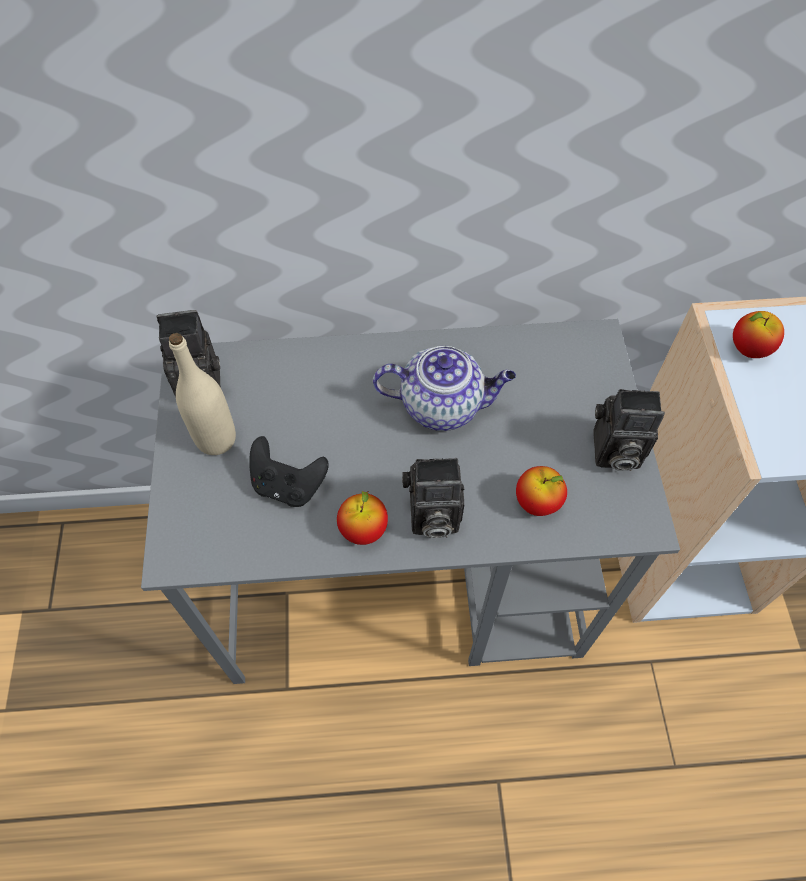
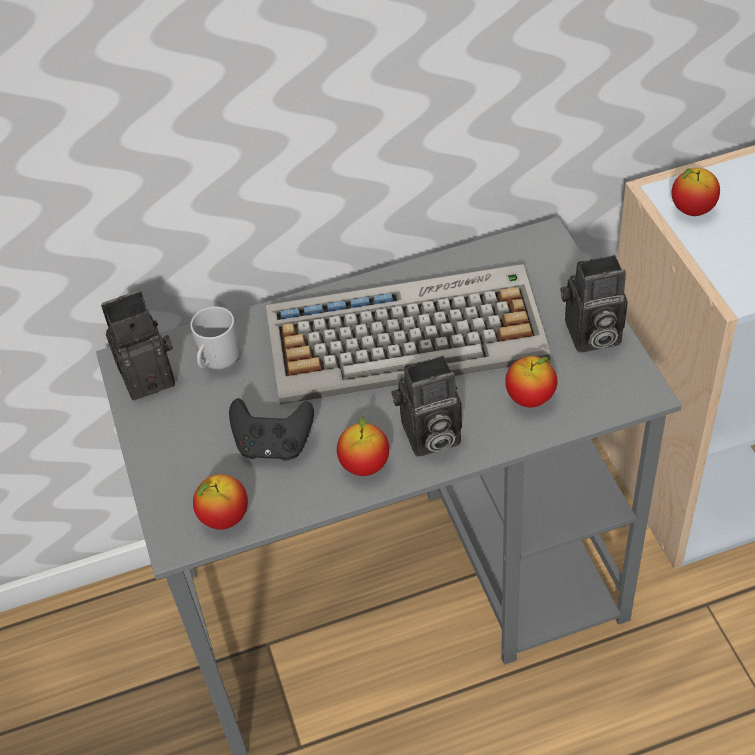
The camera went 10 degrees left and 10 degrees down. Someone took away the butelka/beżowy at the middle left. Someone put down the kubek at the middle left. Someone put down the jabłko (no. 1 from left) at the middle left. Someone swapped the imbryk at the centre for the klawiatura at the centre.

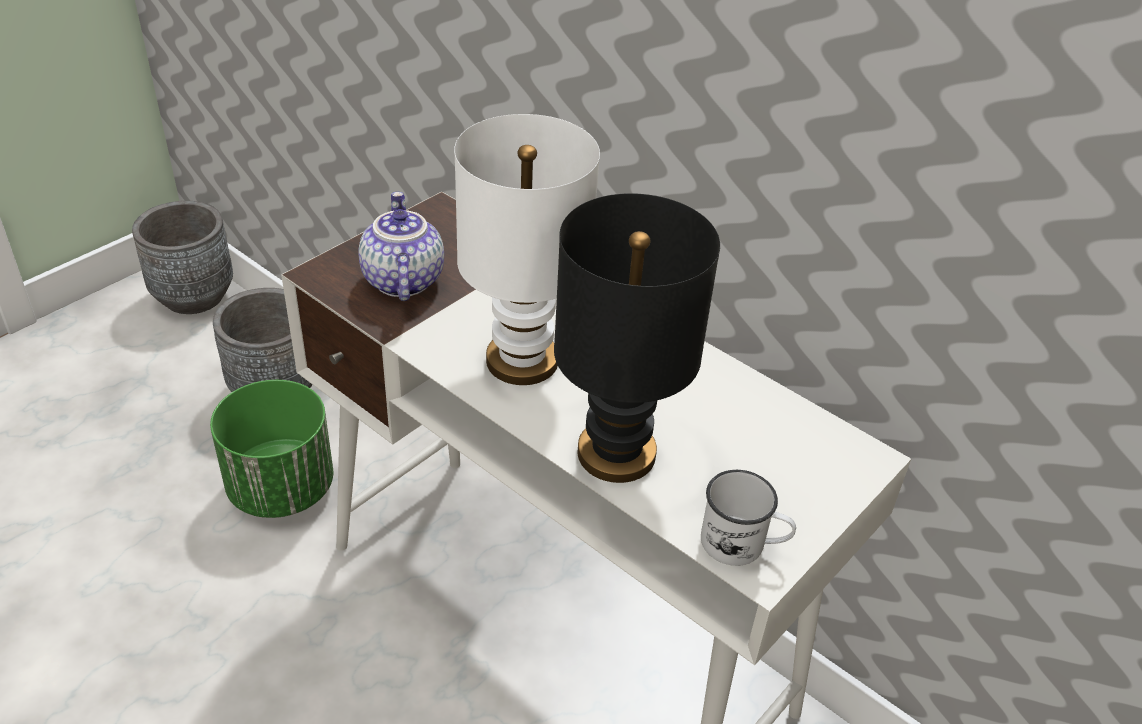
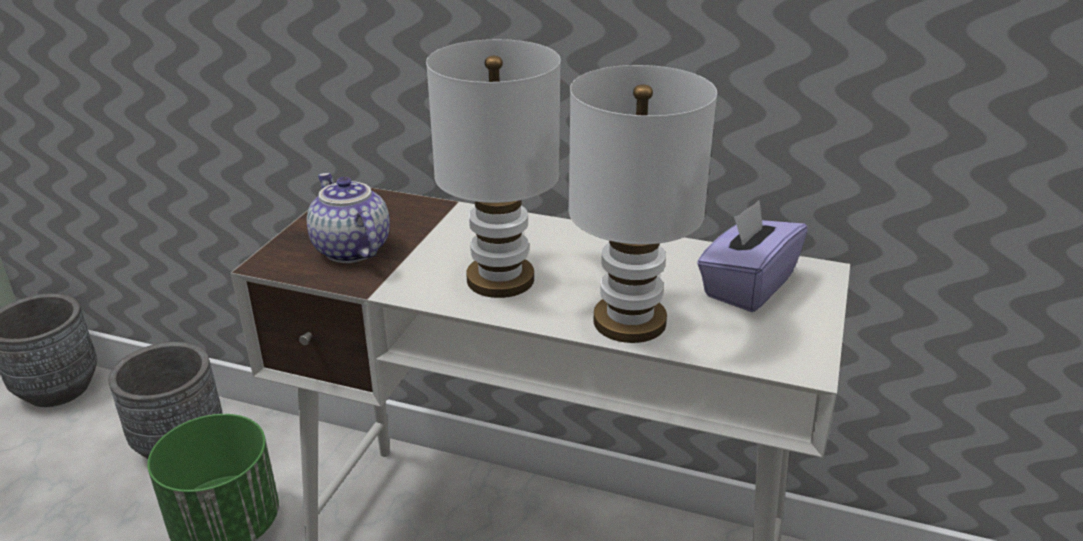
The camera went 20 degrees left and 10 degrees down. Someone took away the kubek/biały at the bottom centre. Someone put down the pudełko chusteczek/fioletowy at the middle right. Someone repainted the lampa stołowa/czarny at the centre, which became the lampa stołowa/biały (no. 2 from left) at the centre.

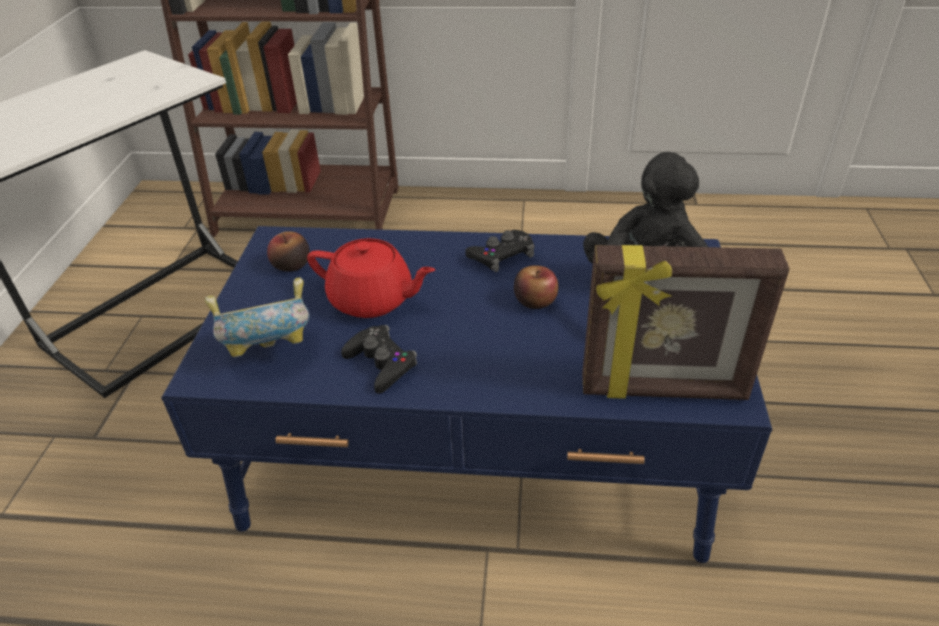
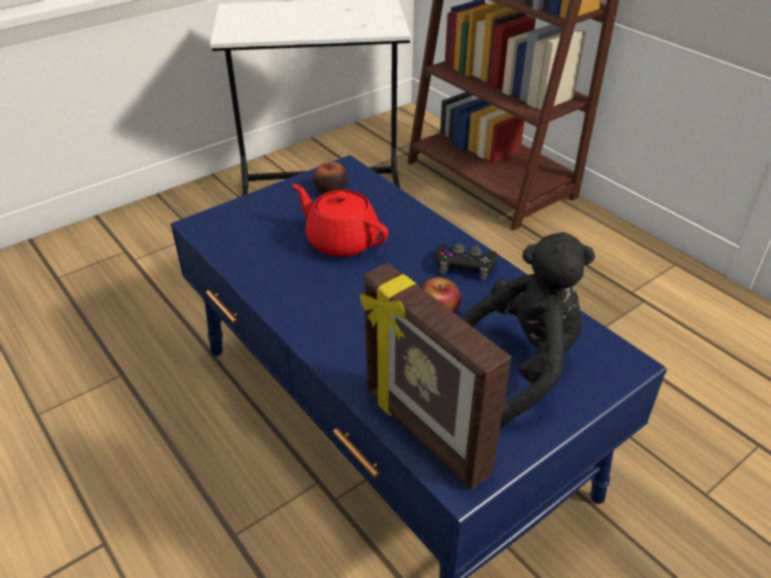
The camera went 45 degrees right and 0 degrees up. Someone took away the miska at the middle left. Someone took away the pad do gier/czarny (no. 1 from left) at the centre. Someone rotated the imbryk/czerwony at the centre by 150 degrees clockwise.

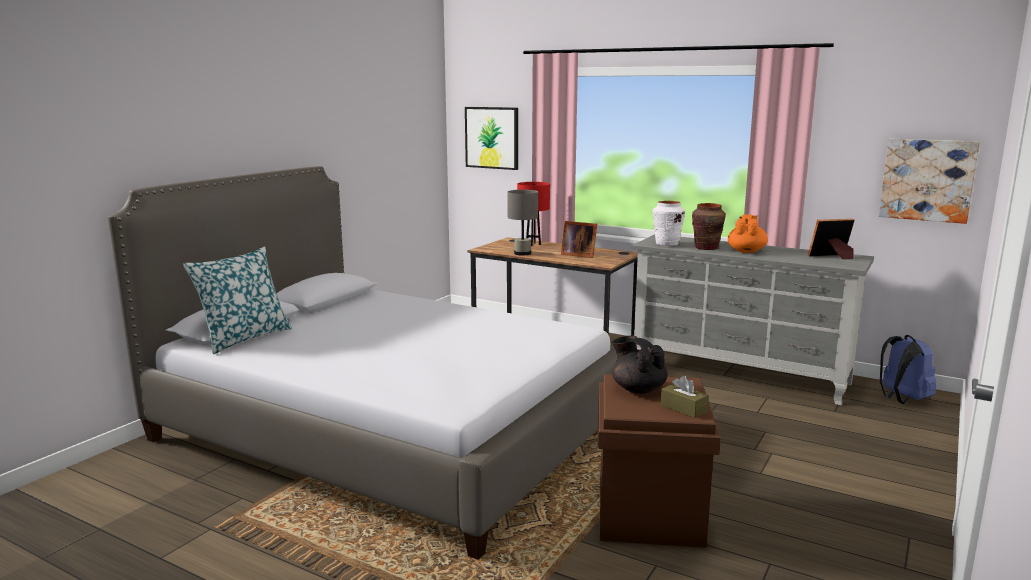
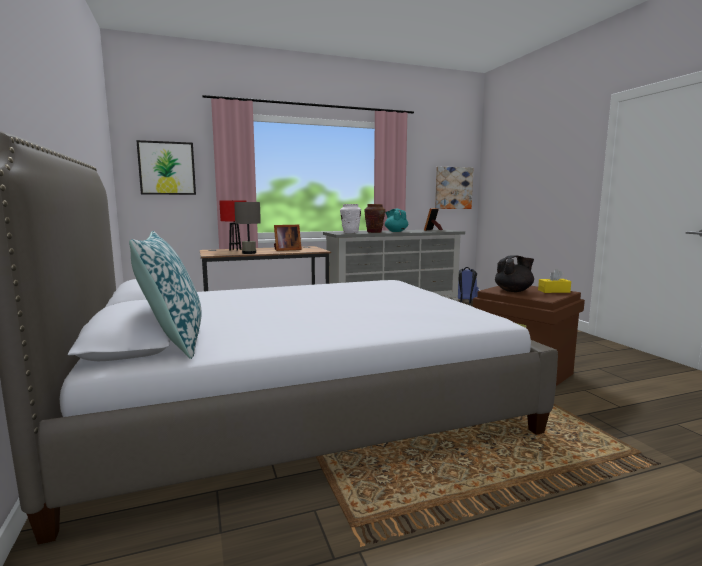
The camera went 50 degrees left and 5 degrees down. Someone repainted the pudełko chusteczek/brązowy at the bottom centre, which became the pudełko chusteczek/żółty at the middle right. Someone repainted the imbryk/pomarańczowy at the middle right, which became the imbryk/turkusowy at the centre. Someone rotated the imbryk/czarny at the centre by 150 degrees clockwise.

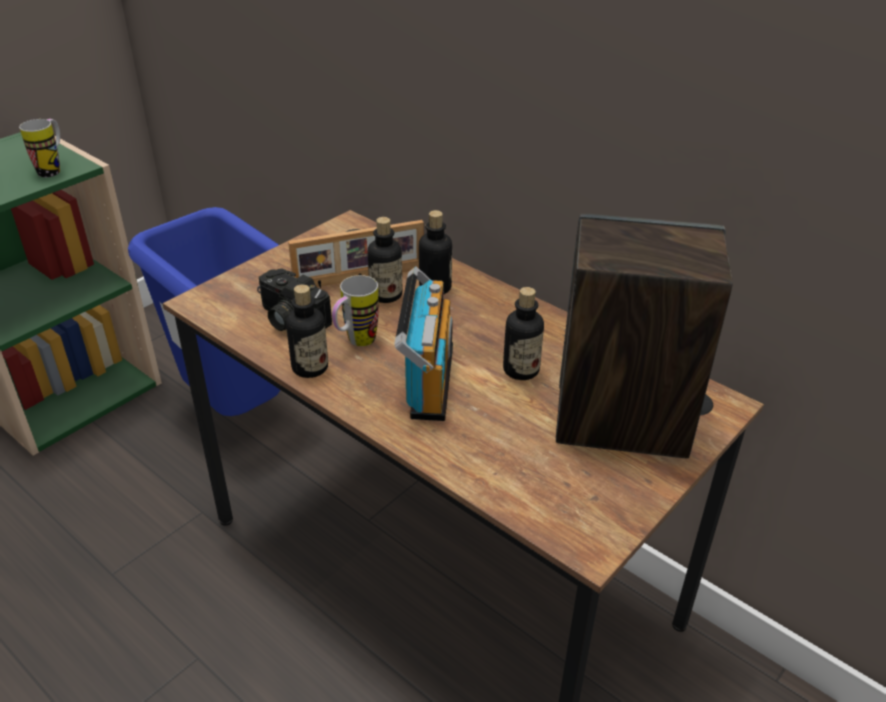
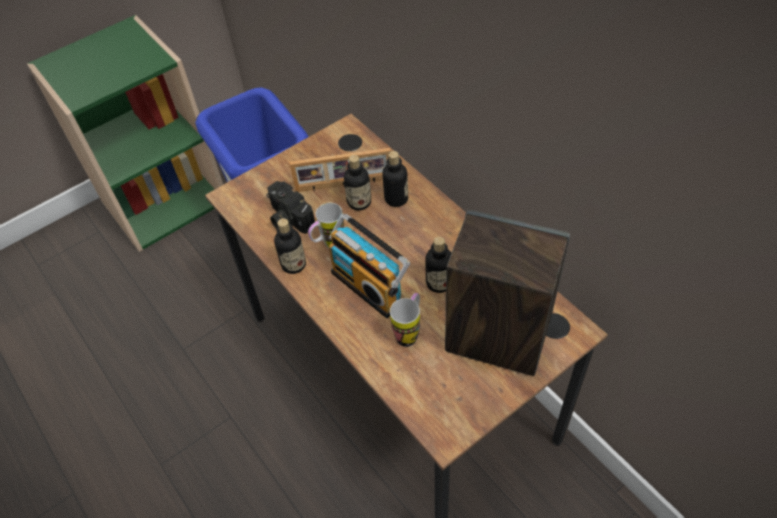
The camera went 15 degrees right and 15 degrees up. Someone carried the kubek (no. 1 from left in the first image) from the top left to the centre. Someone rotated the radio at the centre by 120 degrees clockwise.

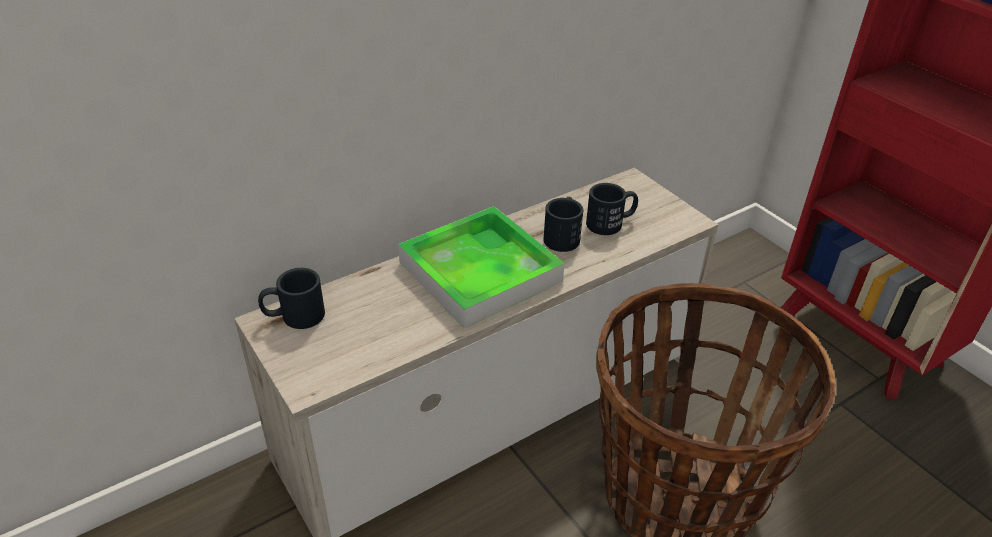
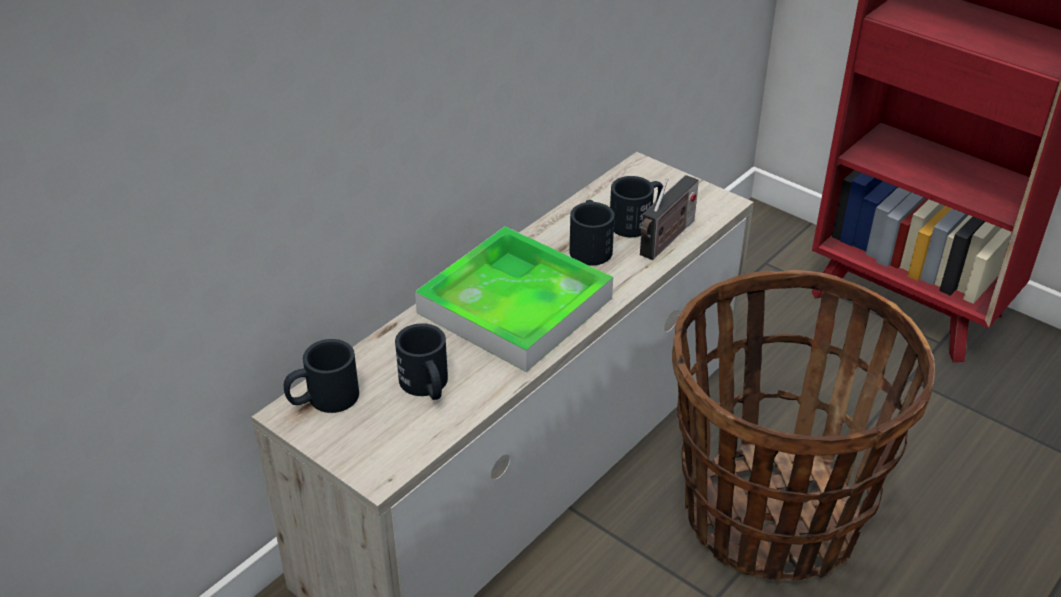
The camera went 15 degrees left and 0 degrees up. Someone put down the kubek/czarny (no. 2 from left) at the centre. Someone put down the radio at the centre.

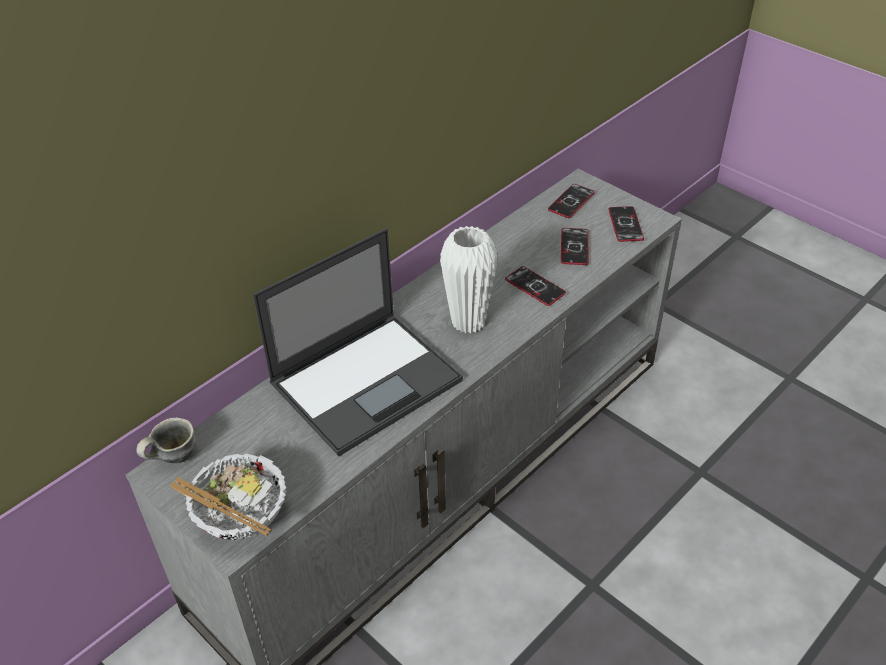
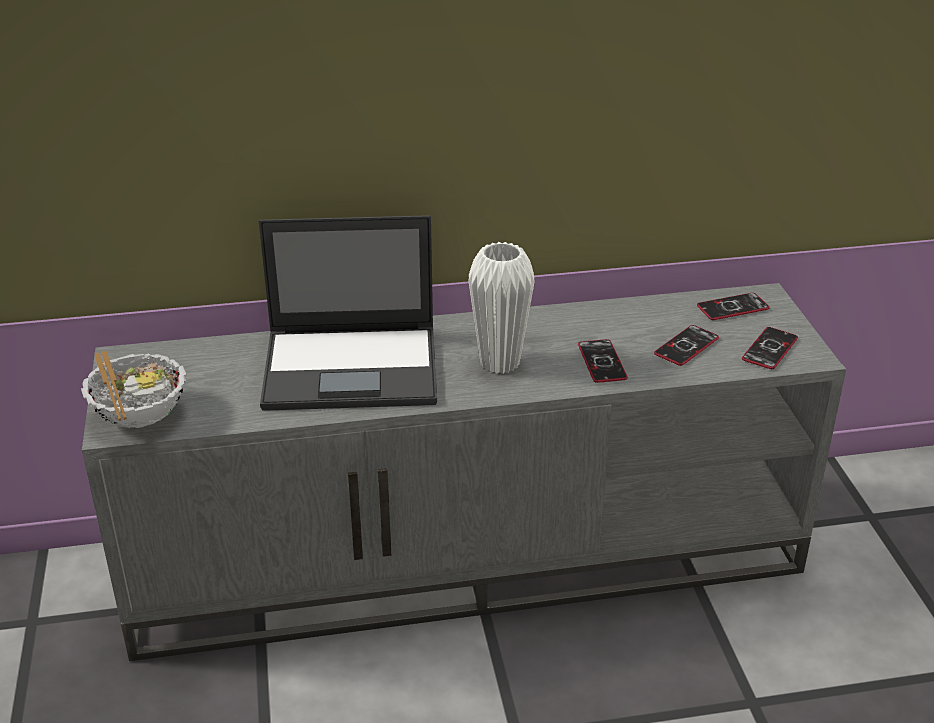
The camera went 35 degrees right and 10 degrees down. Someone took away the kubek/szary at the middle left.

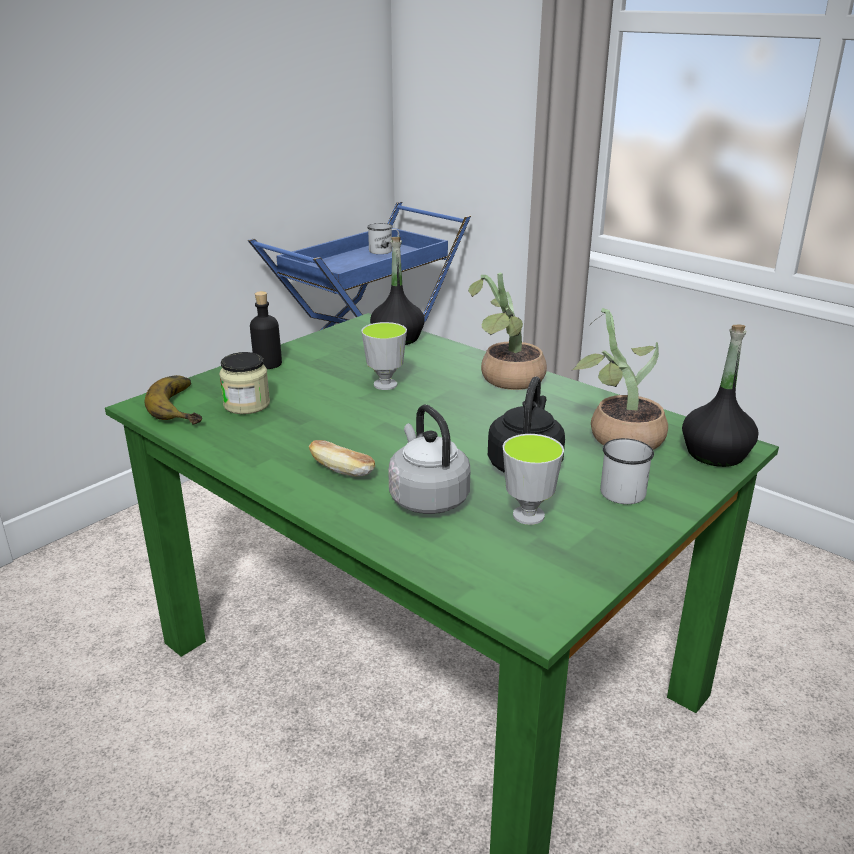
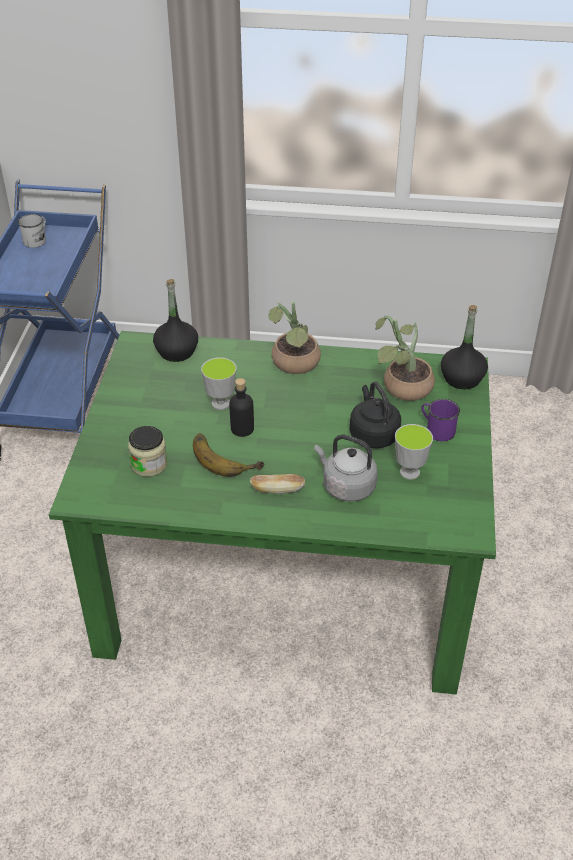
The camera went 35 degrees left and 15 degrees up. Someone carried the banan from the middle left to the centre. Someone carried the butelka/czarny (no. 1 from left in the first image) from the middle left to the centre. Someone repainted the kubek/biały (no. 2 from left) at the middle right, which became the kubek/fioletowy at the middle right.

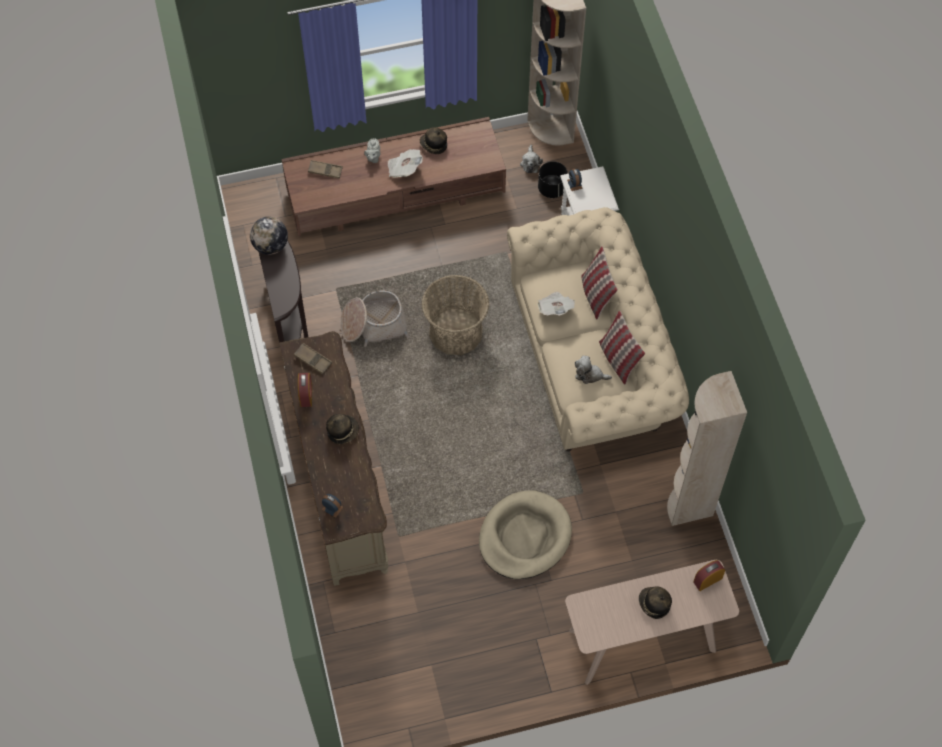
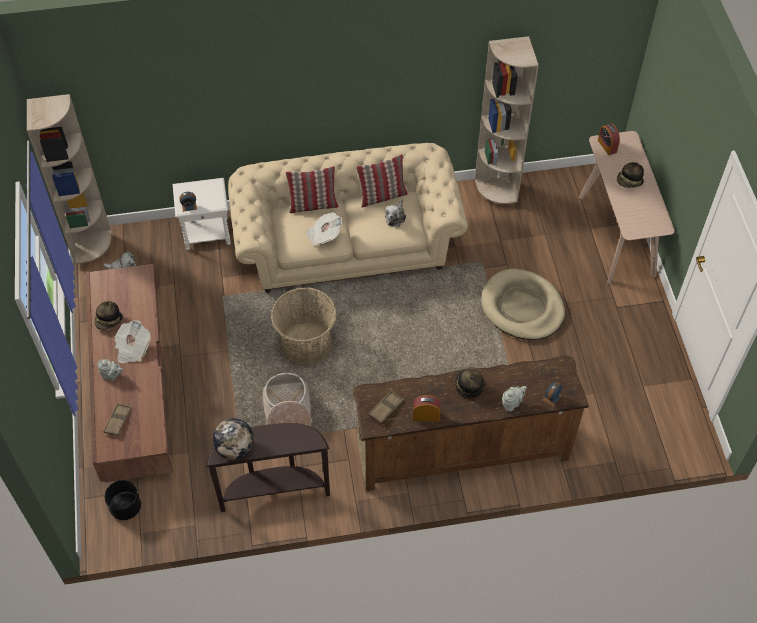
The camera went 85 degrees left and 5 degrees down. Someone put down the imbryk/szary (no. 2 from left) at the middle right. Someone carried the donica/czarny from the top centre to the bottom left.

